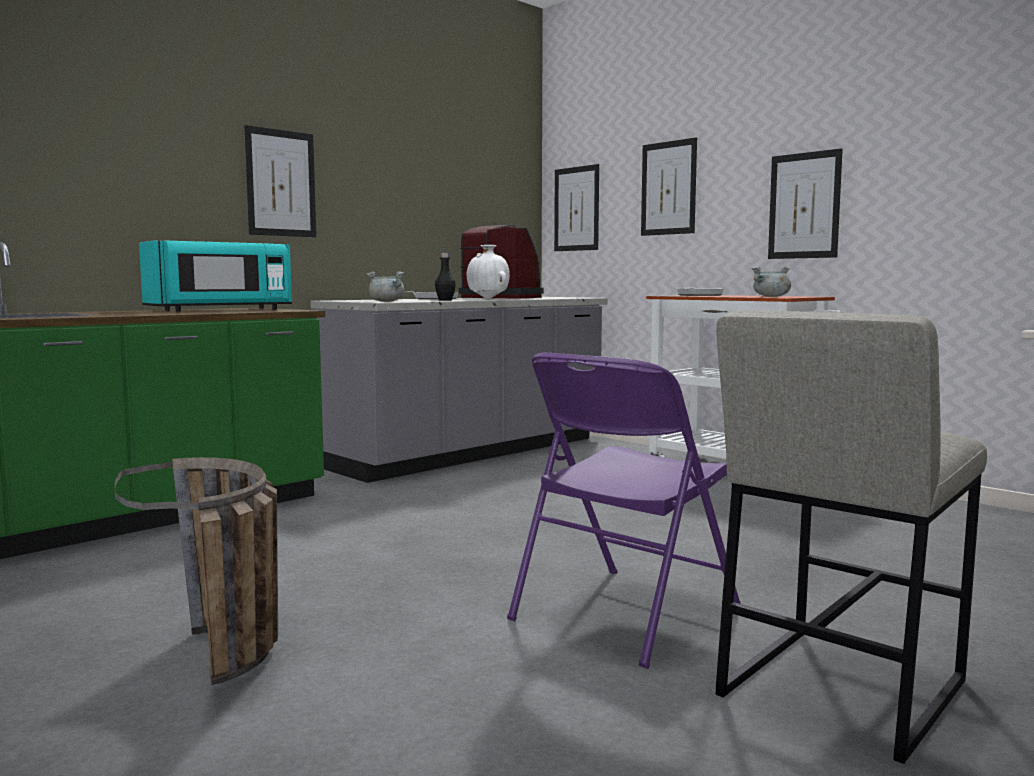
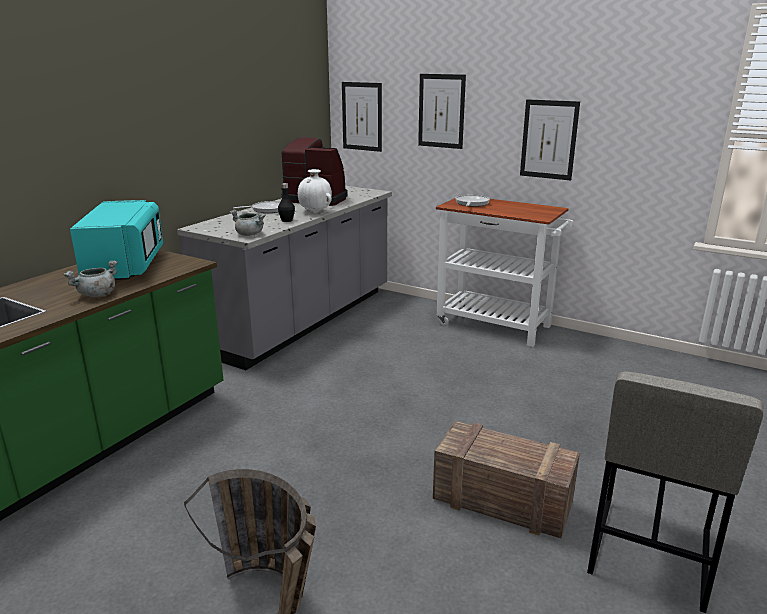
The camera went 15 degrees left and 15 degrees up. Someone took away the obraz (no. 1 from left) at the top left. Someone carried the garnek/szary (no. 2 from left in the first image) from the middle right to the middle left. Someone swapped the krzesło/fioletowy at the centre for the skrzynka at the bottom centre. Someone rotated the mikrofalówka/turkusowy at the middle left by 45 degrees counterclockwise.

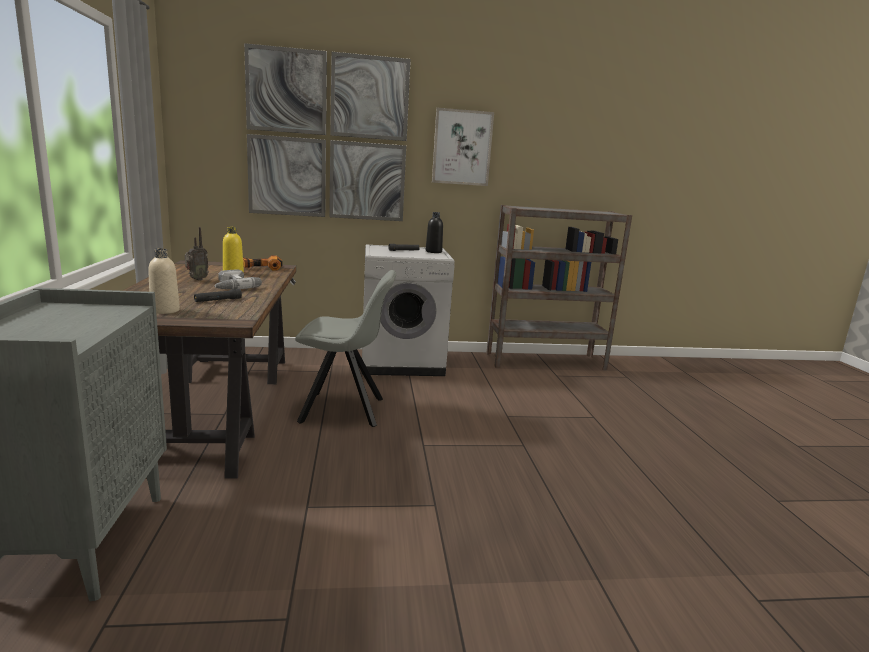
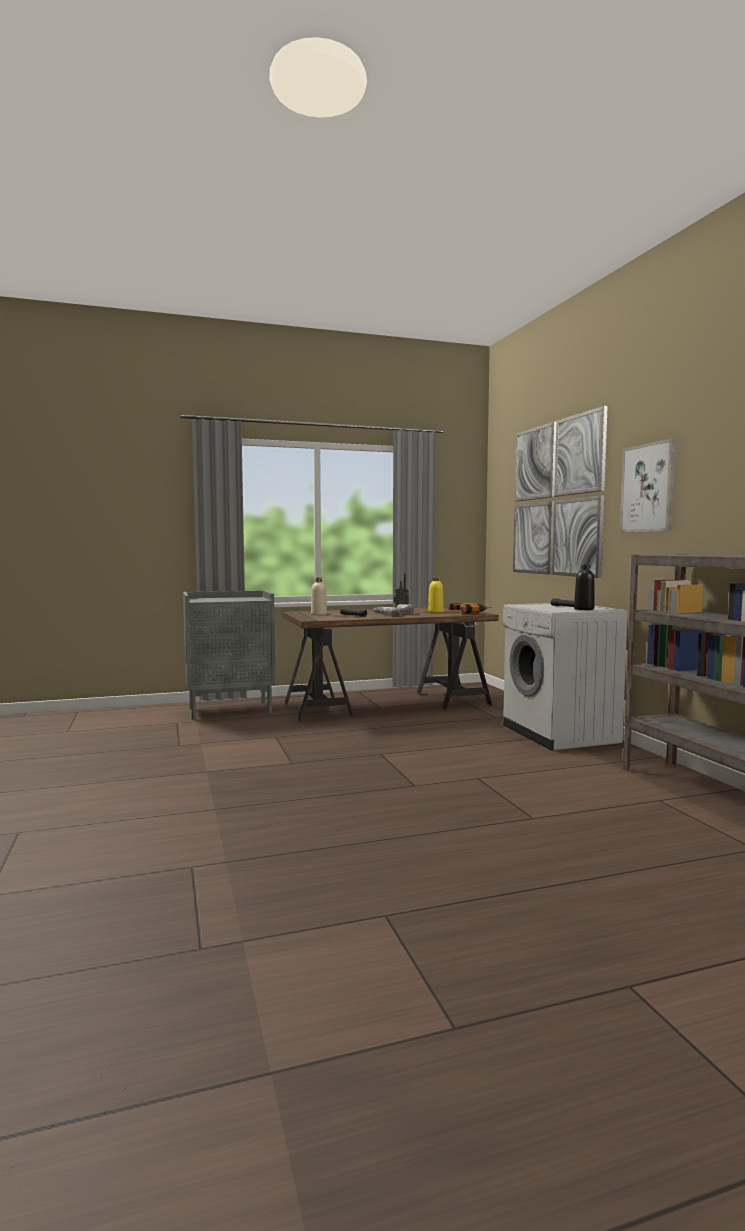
The camera went 80 degrees right and 10 degrees down. Someone took away the krzesło/szary at the centre.

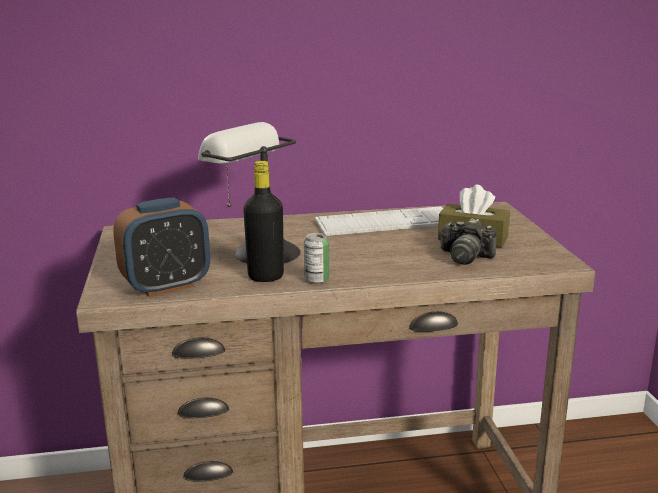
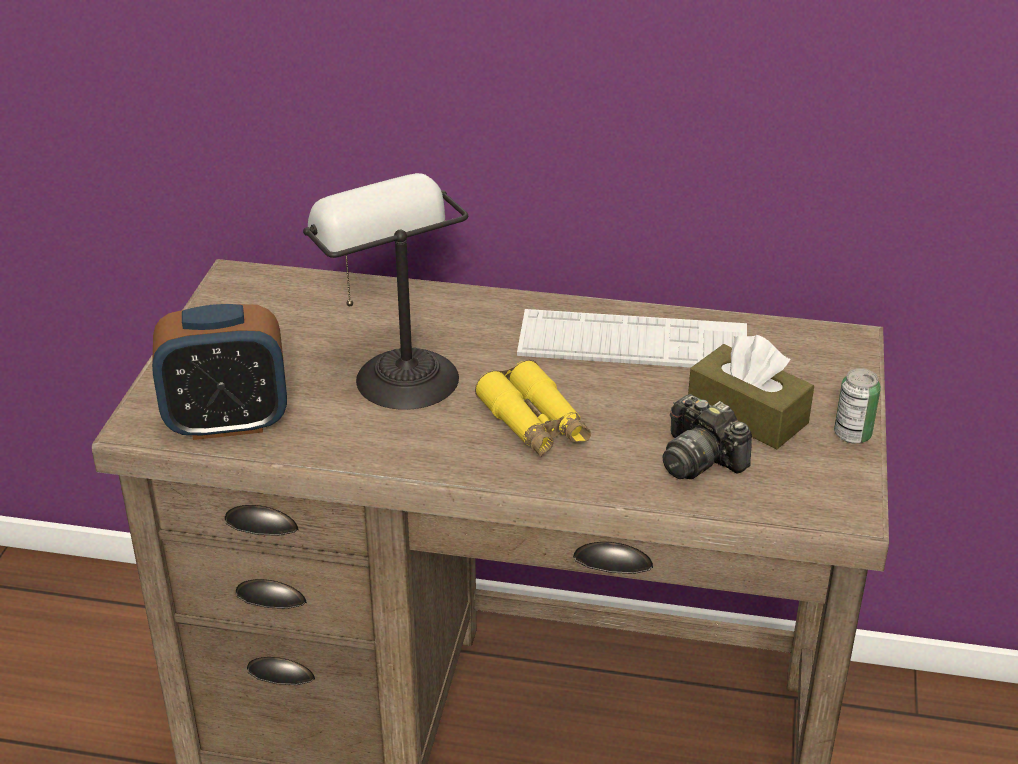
The camera went 20 degrees right and 15 degrees up. Someone took away the butelka/czarny at the centre. Someone put down the lornetka/żółty at the centre. Someone carried the puszka from the centre to the middle right.

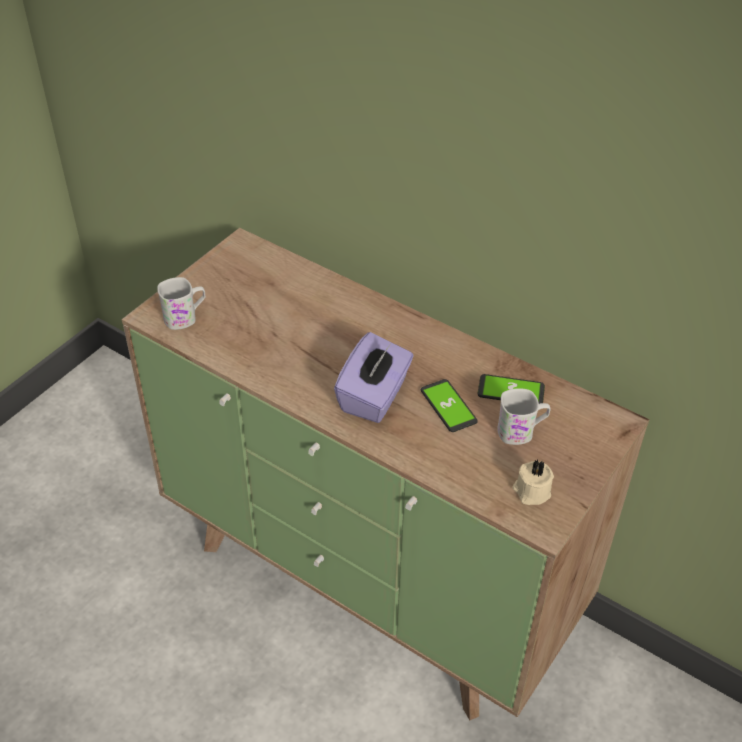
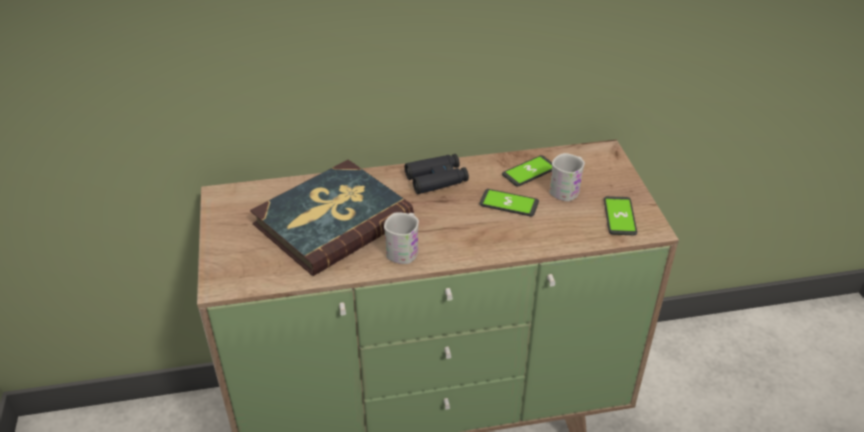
The camera went 45 degrees left and 5 degrees down. Someone took away the pudełko chusteczek/fioletowy at the centre. Someone put down the książka at the centre. Someone put down the lornetka/czarny at the centre. Someone carried the kubek/biały (no. 1 from left) from the middle left to the centre. Someone swapped the świeca/beżowy at the middle right for the telefon (no. 3 from left) at the middle right.

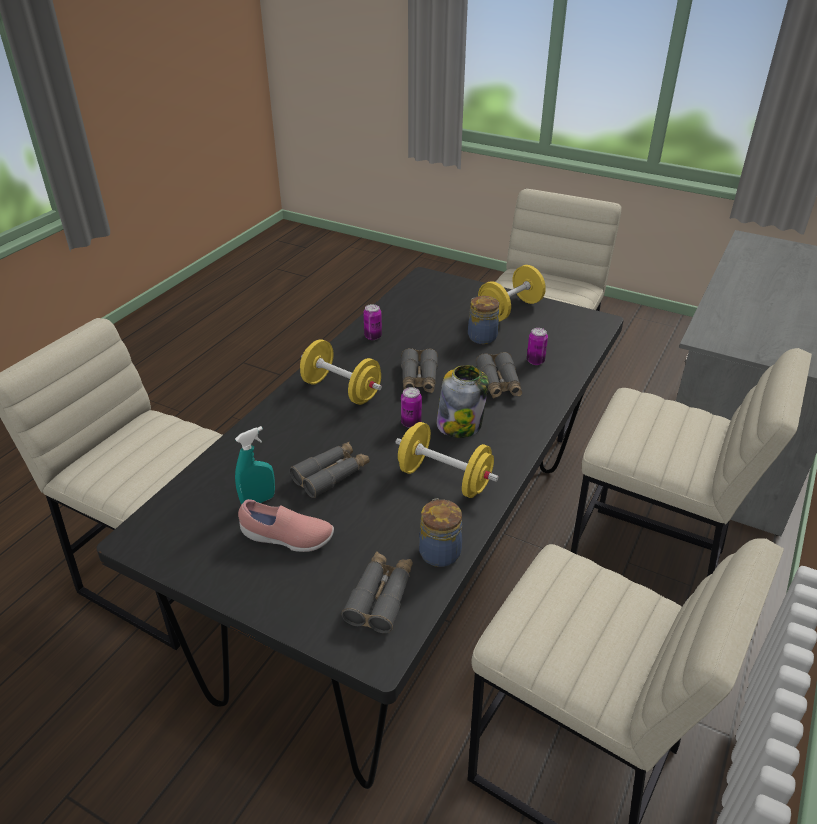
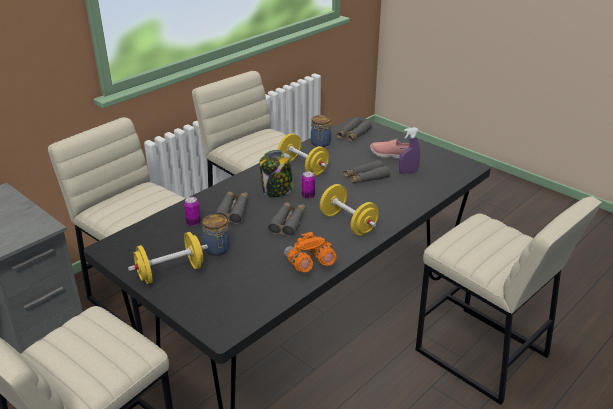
The camera went 165 degrees left and 5 degrees down. Someone swapped the puszka (no. 1 from left) at the centre for the lornetka/pomarańczowy at the centre. Someone repainted the spryskiwacz/turkusowy at the middle left, which became the spryskiwacz/fioletowy at the middle right.

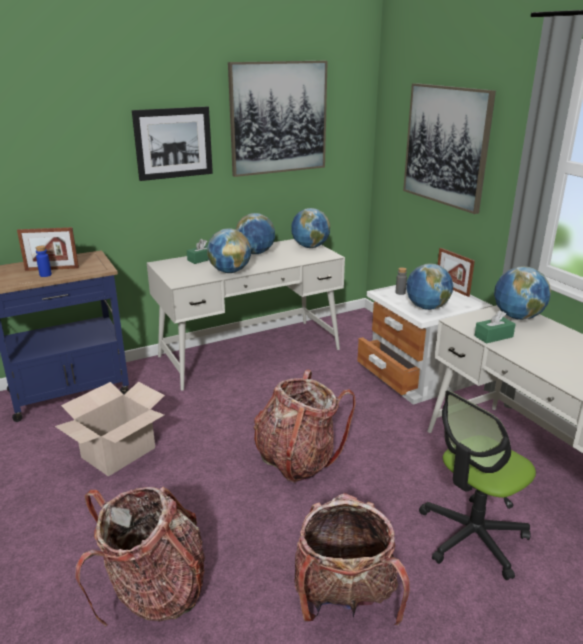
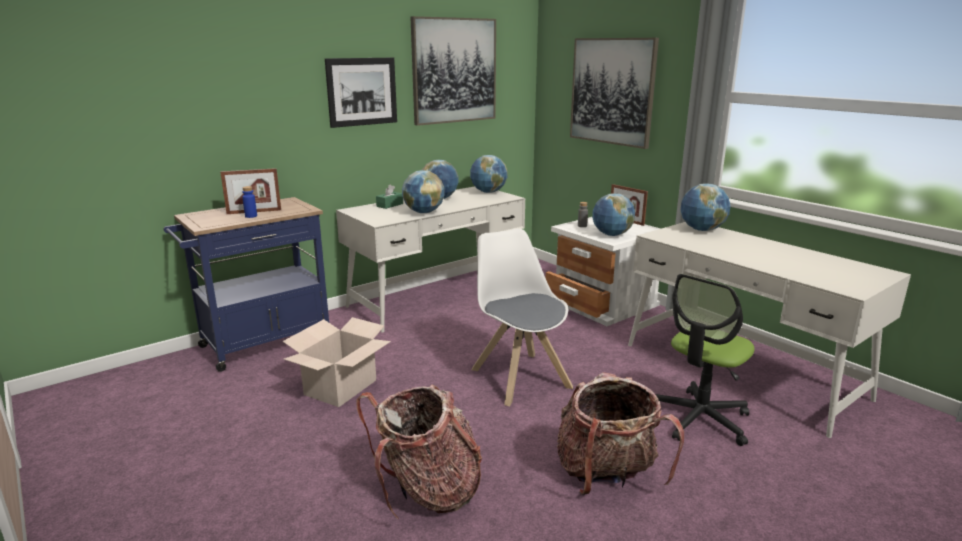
The camera went 10 degrees left and 5 degrees down. Someone took away the pudełko chusteczek/zielony (no. 2 from left) at the middle right. Someone swapped the plecak (no. 2 from left) at the centre for the krzesło at the centre.

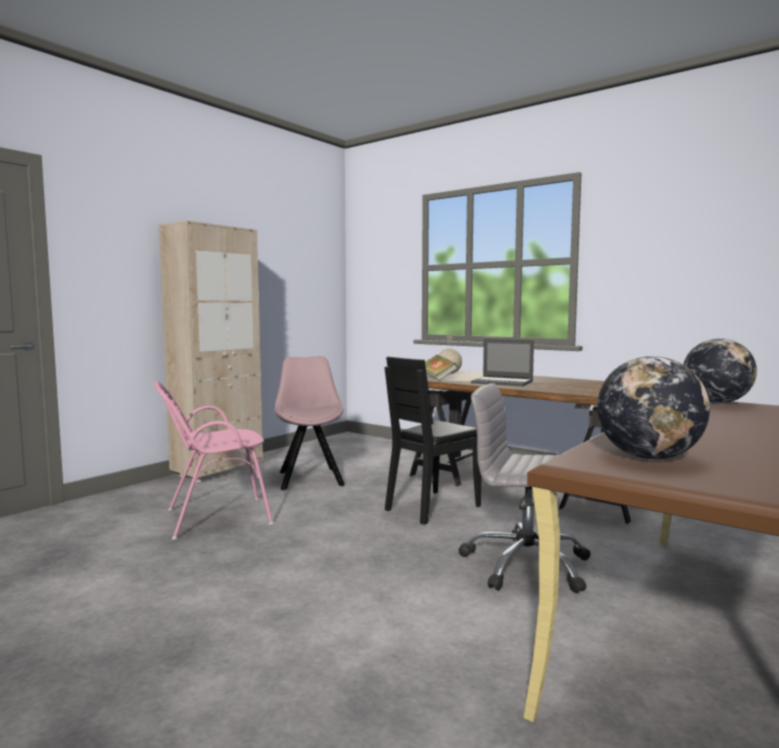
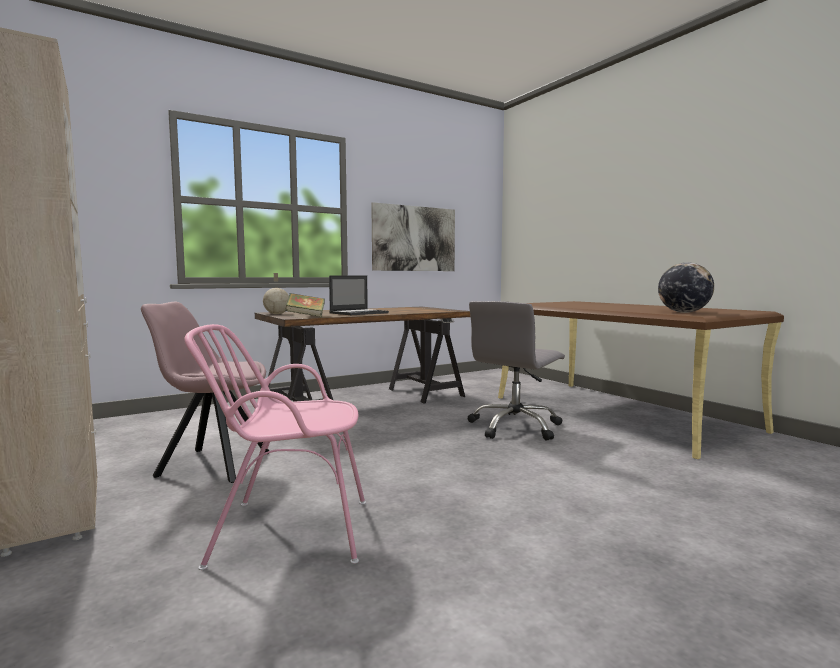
The camera went 70 degrees left and 0 degrees up. Someone took away the krzesło/czarny at the centre. Someone took away the globus (no. 3 from left) at the middle right. Someone put up the obraz at the centre. Someone rotated the krzesło/różowy (no. 1 from left in the first image) at the middle left by 90 degrees clockwise.

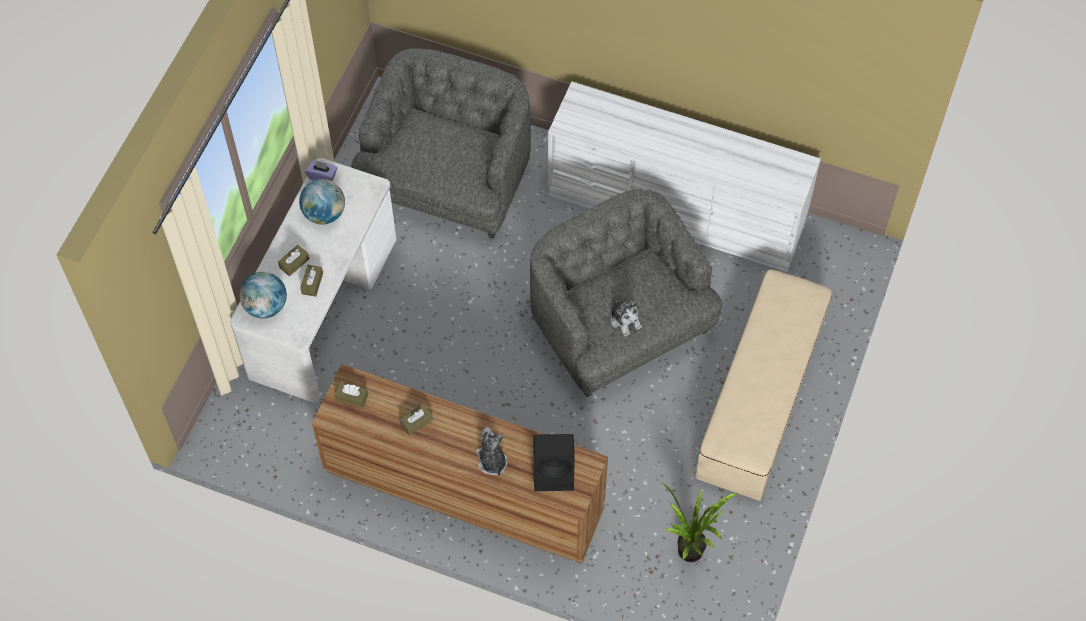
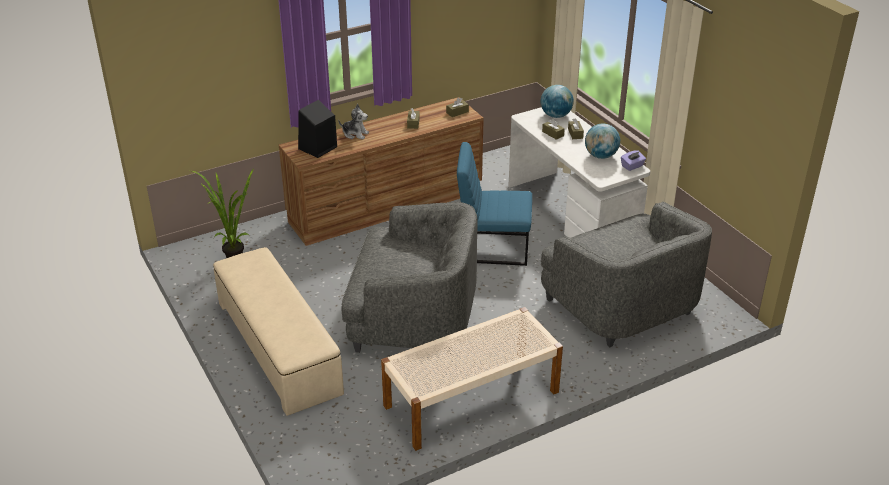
The camera went 130 degrees right and 25 degrees down. Someone took away the pluszak (no. 2 from left) at the centre. Someone put down the krzesło/niebieski at the centre. Someone swapped the komoda/biały at the top centre for the ławka/beżowy (no. 2 from left) at the bottom centre.

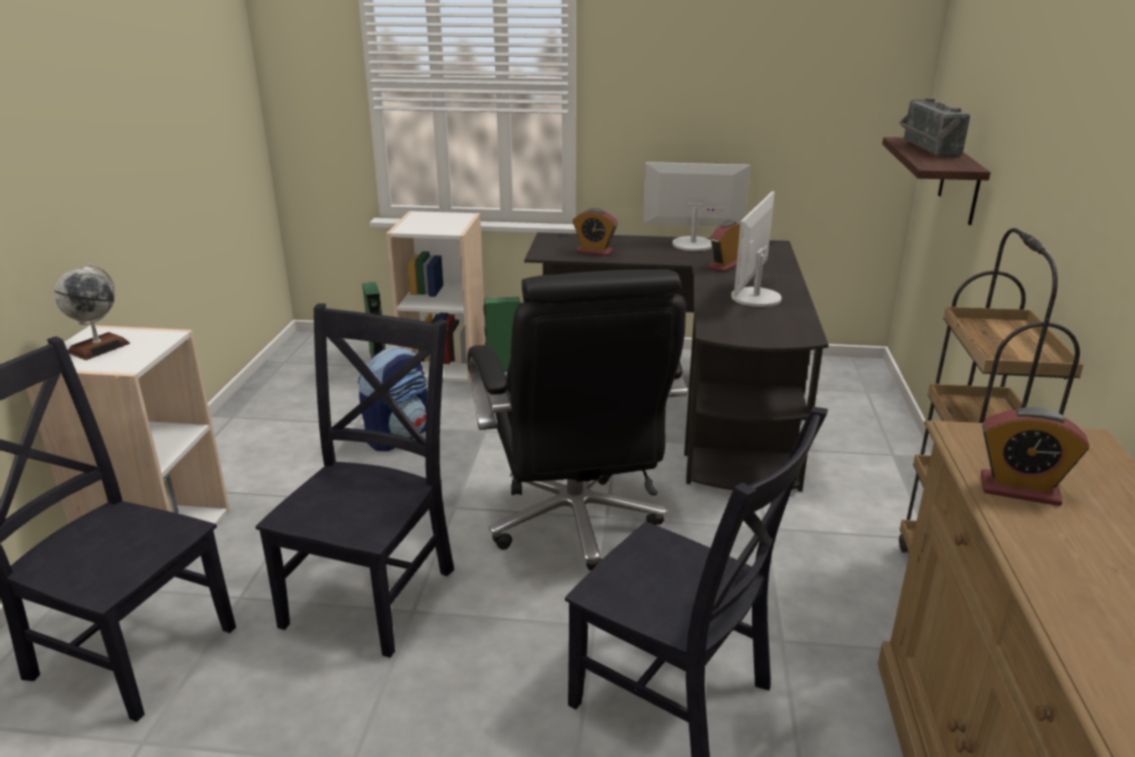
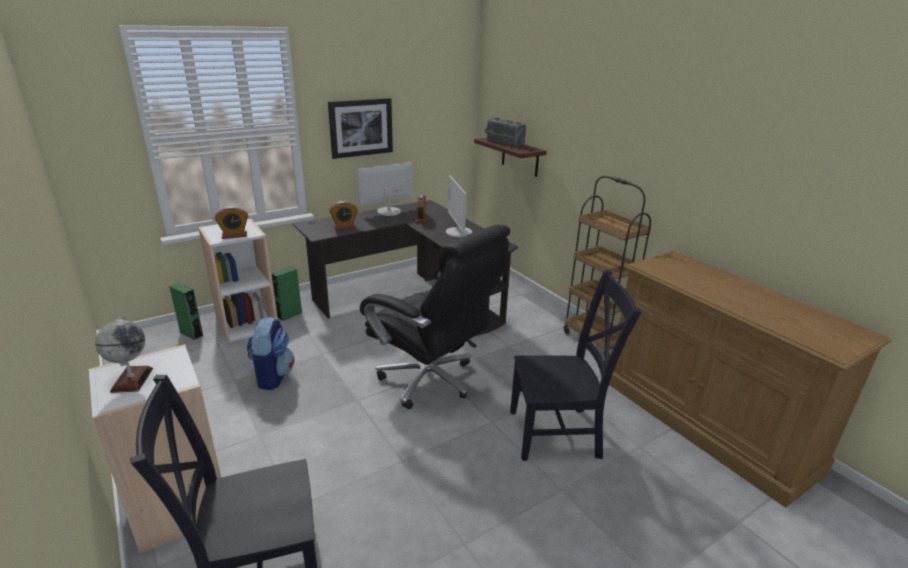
The camera went 40 degrees left and 0 degrees up. Someone took away the krzesło/czarny (no. 2 from left) at the middle left. Someone put up the obraz at the top centre. Someone carried the budzik (no. 3 from left in the first image) from the middle right to the middle left.

